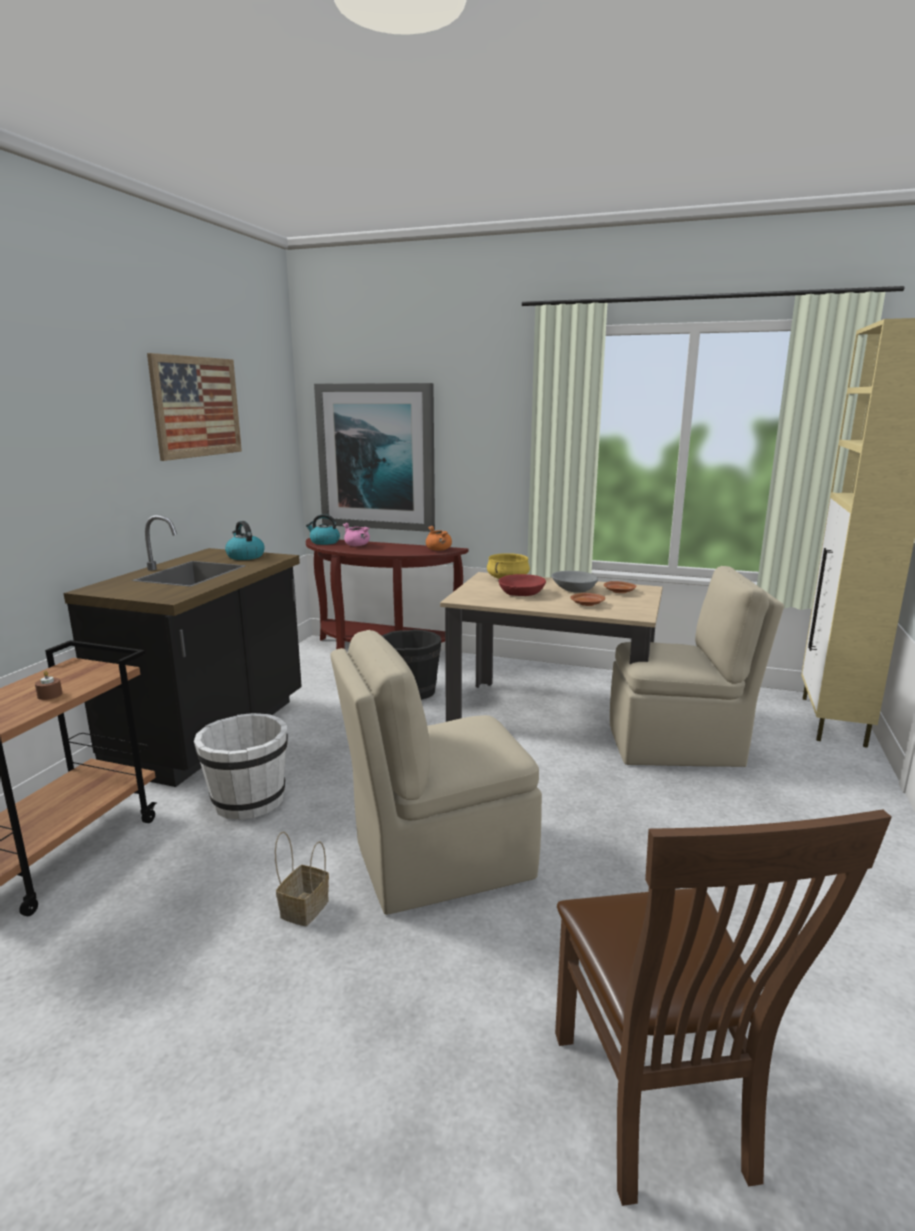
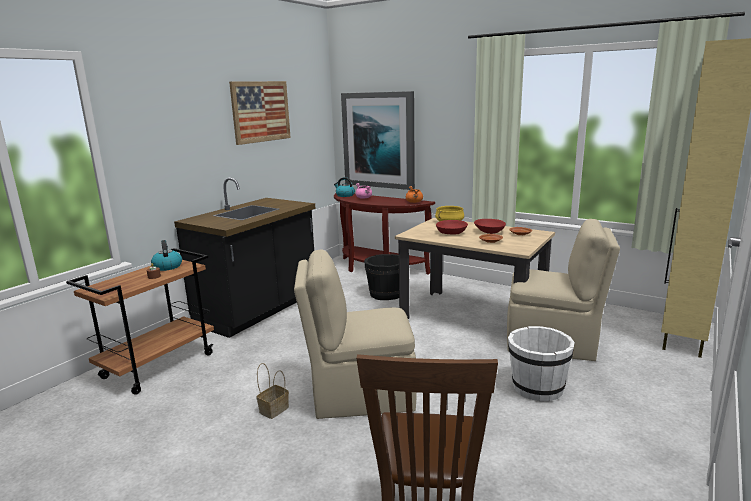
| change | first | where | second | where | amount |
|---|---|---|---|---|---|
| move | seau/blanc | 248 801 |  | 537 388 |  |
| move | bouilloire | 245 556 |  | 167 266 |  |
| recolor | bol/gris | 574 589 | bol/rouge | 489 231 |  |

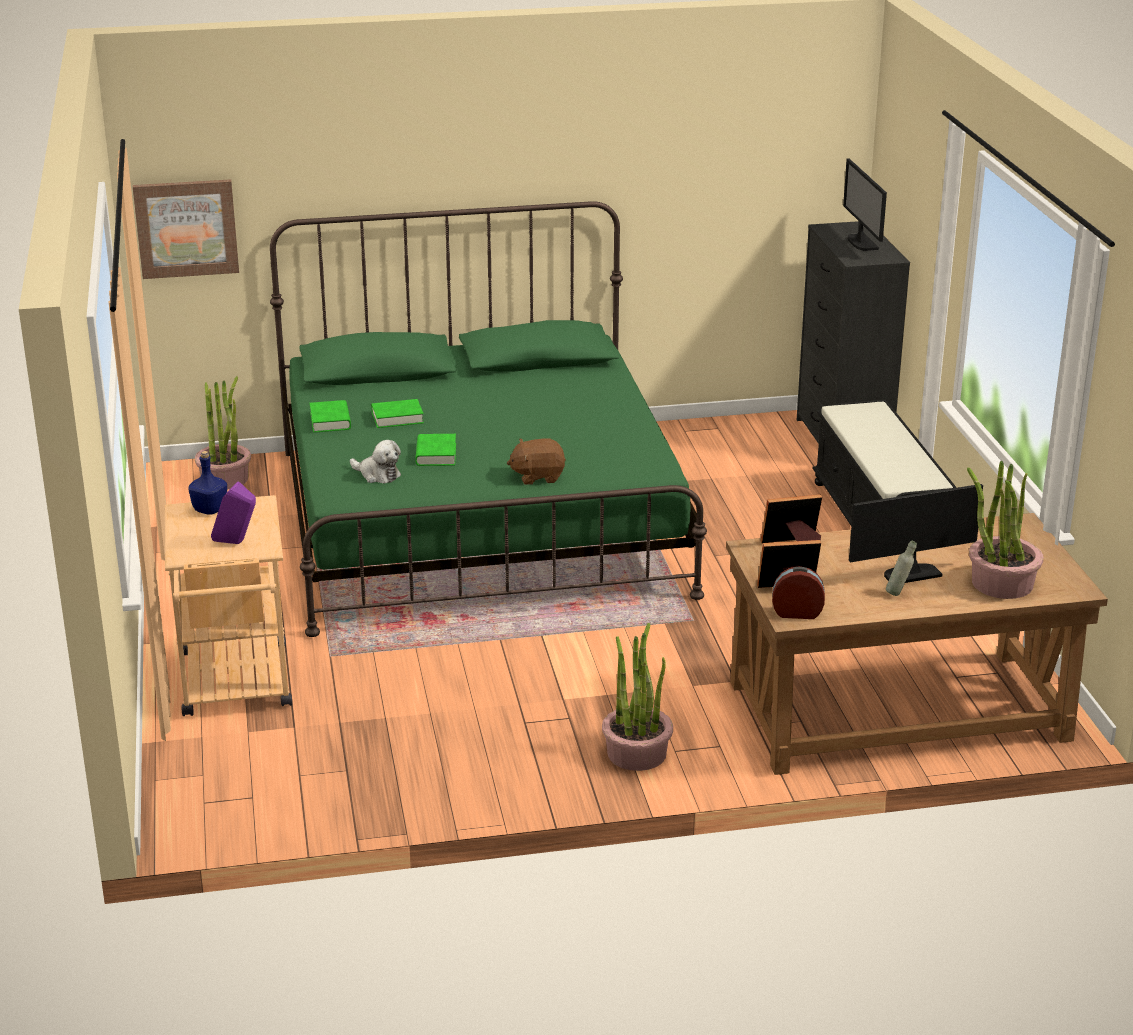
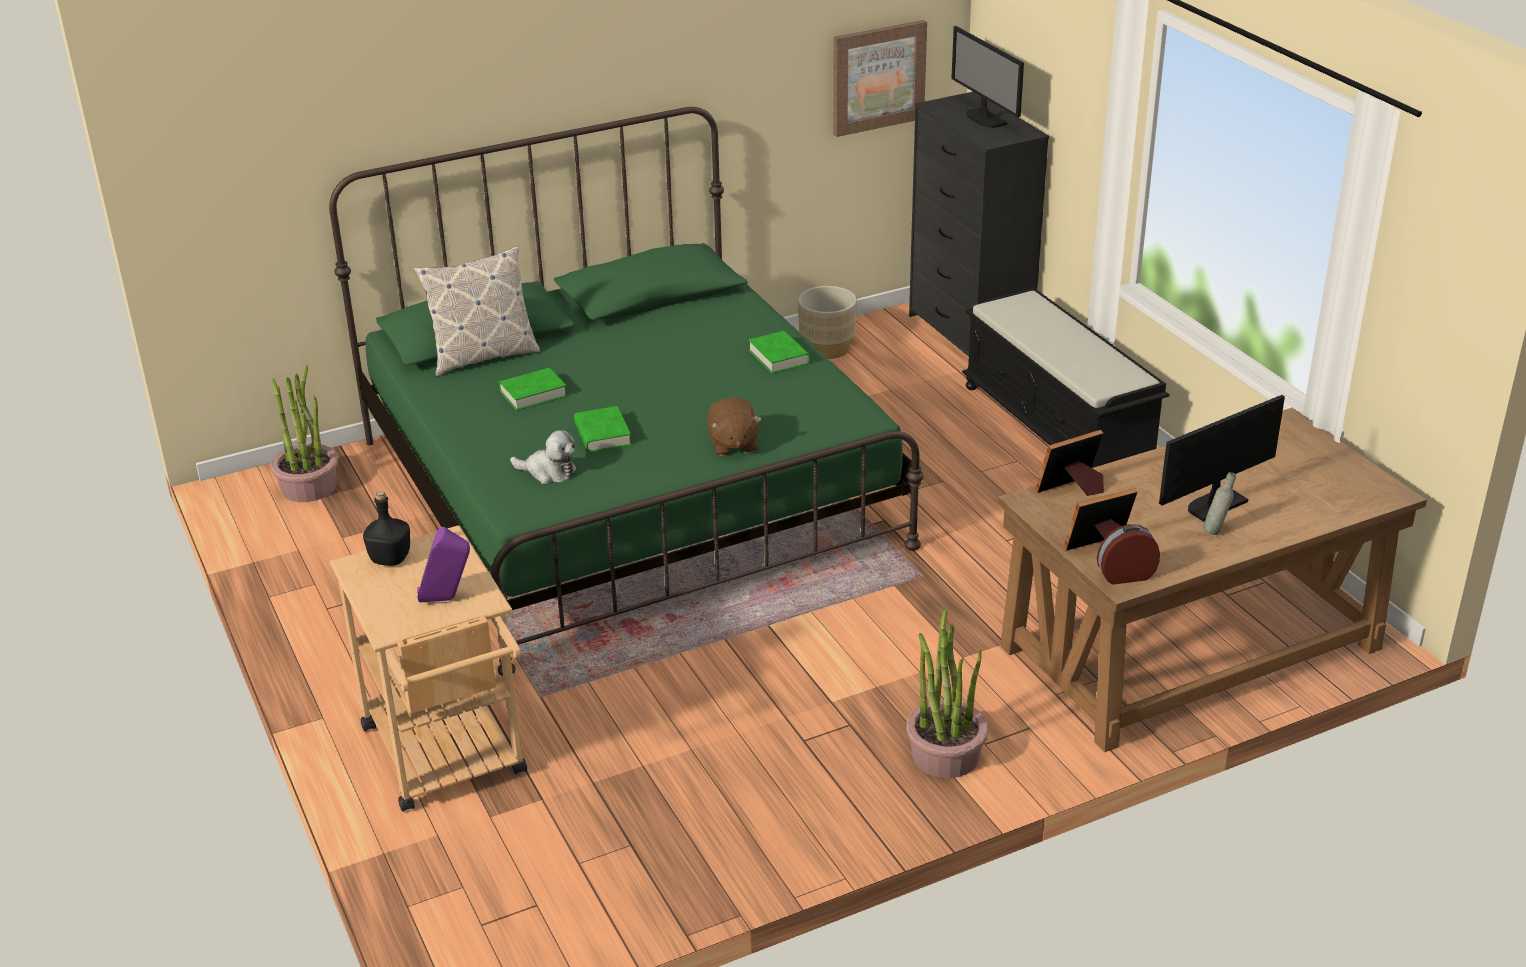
| change | first | where | second | where | amount |
|---|---|---|---|---|---|
| move | tableau | 186 228 |  | 878 77 |  |
| recolor | bouteille/bleu | 210 510 | bouteille/noir | 391 559 |  |
| move | livre/vert | 330 421 |  | 779 357 |  |
| rotate | peluche/marron | 537 476 |  | 733 444 | 75 degrees counterclockwise |
| delete | plante en pot | 1001 583 |  |  |  |
| insert |  |  | coussin | 483 356 |  |
| insert |  |  | cache-pot/beige | 827 348 |  |

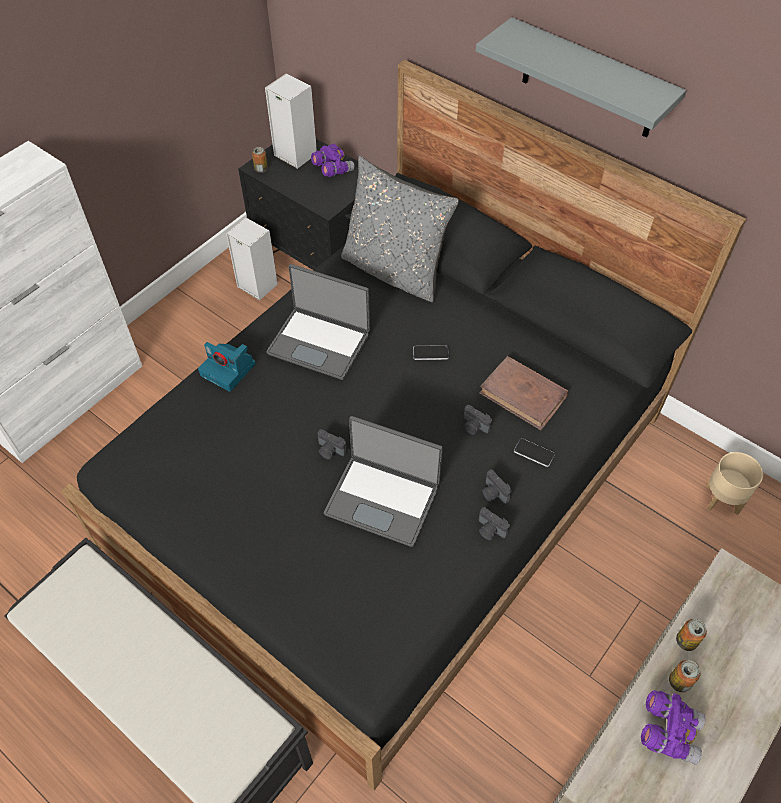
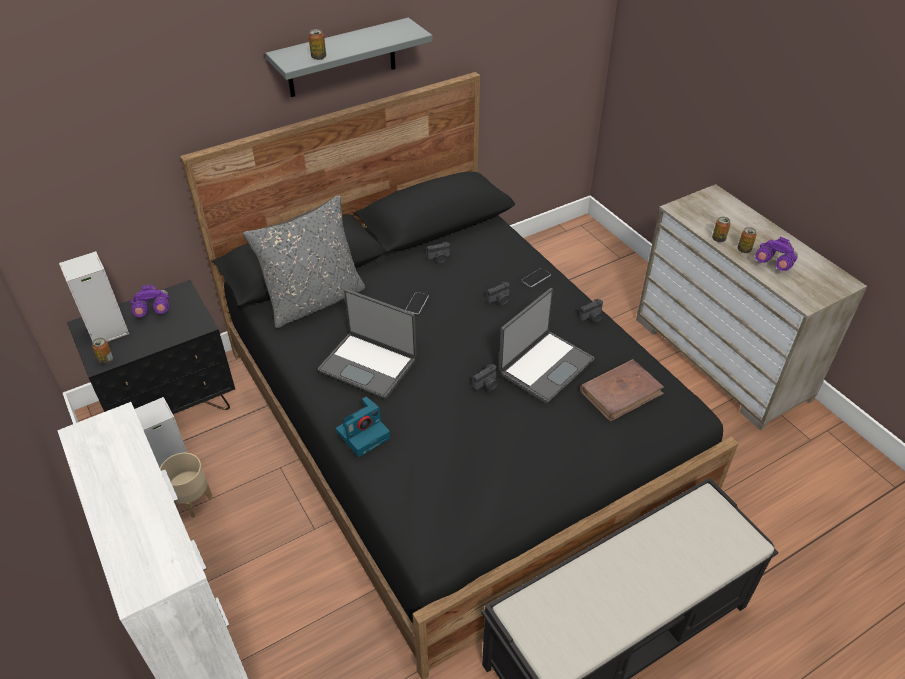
| change | first | where | second | where | amount |
|---|---|---|---|---|---|
| rotate | ordinateur portable | 320 343 |  | 369 365 | 75 degrees clockwise |
| move | livre/marron | 523 395 |  | 621 392 |  |
| move | appareil photo | 493 494 |  | 439 259 |  |
| move | cache-pot/beige | 722 500 |  | 193 501 |  |
| insert |  |  | boîte métallique | 318 57 |  |

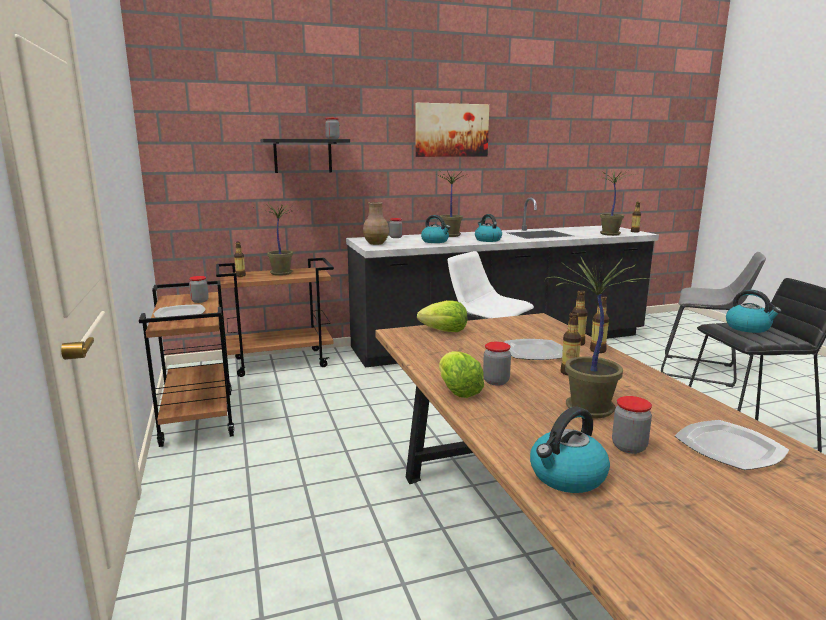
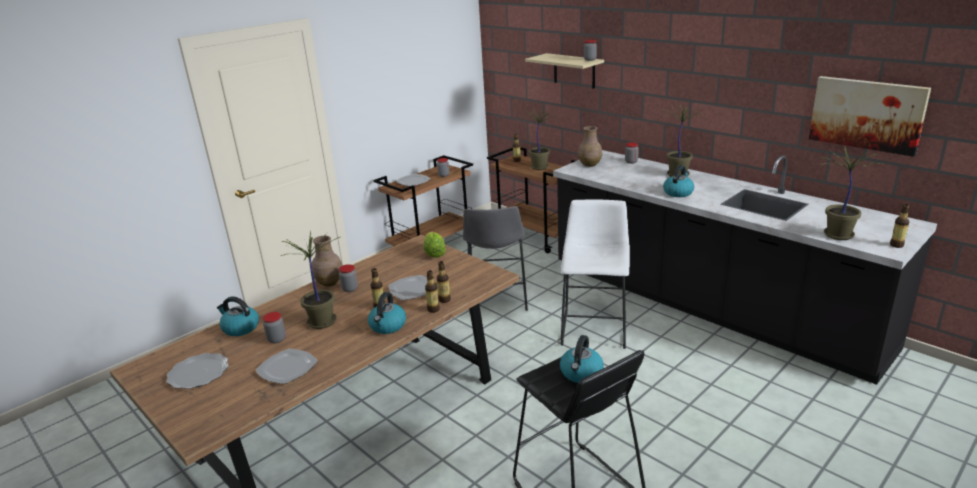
| change | first | where | second | where | amount |
|---|---|---|---|---|---|
| recolor | étagère/noir | 303 156 | étagère/beige | 574 70 |  |
| move | tableau | 451 130 |  | 867 114 |  |
| move | bouilloire | 435 241 |  | 388 326 |  |
| replace | laitue | 457 391 | vase/marron | 329 282 |  |
| move | tabouret/gris | 703 372 |  | 497 299 |  |
| insert |  |  | assiette | 198 373 |  |

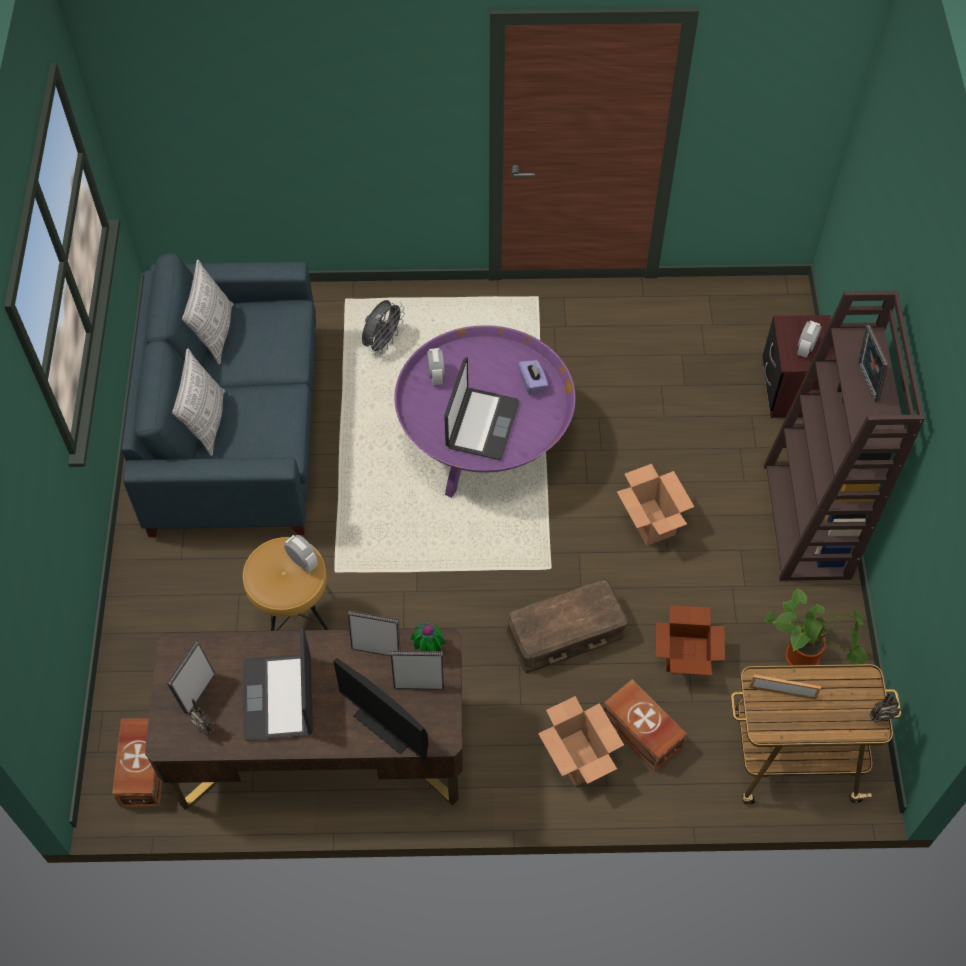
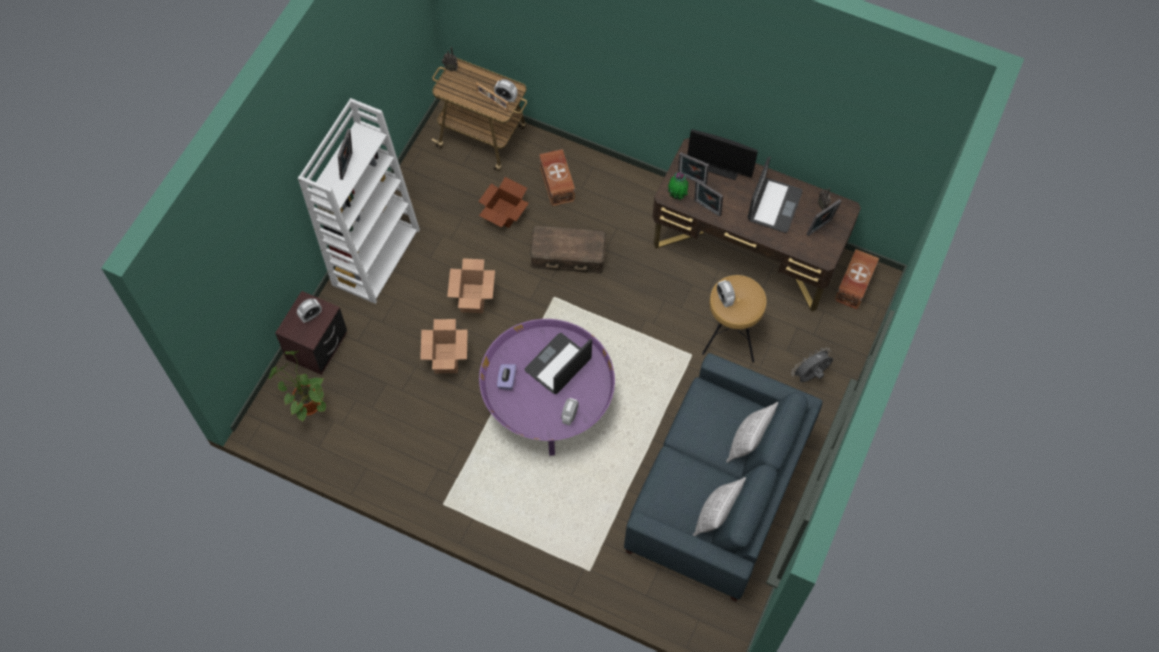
| change | first | where | second | where | amount |
|---|---|---|---|---|---|
| rotate | écran d'ordinateur | 386 724 |  | 719 167 | 135 degrees clockwise |
| move | ventilateur/gris | 382 342 |  | 810 376 |  |
| move | carton | 578 758 |  | 446 358 |  |
| recolor | bibliothèque/marron | 808 522 | bibliothèque/blanc | 375 256 |  |
| move | plante en pot | 806 657 |  | 305 404 |  |
| insert |  |  | réveil | 506 97 |  |

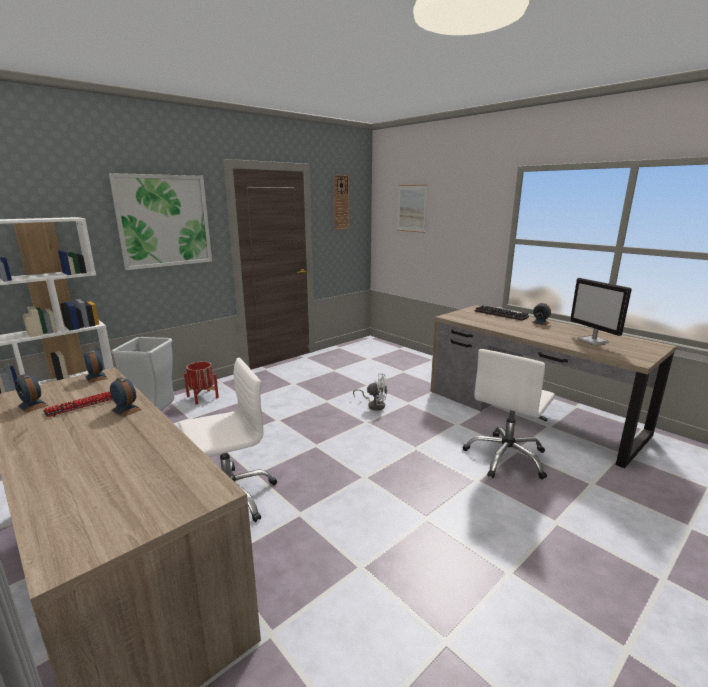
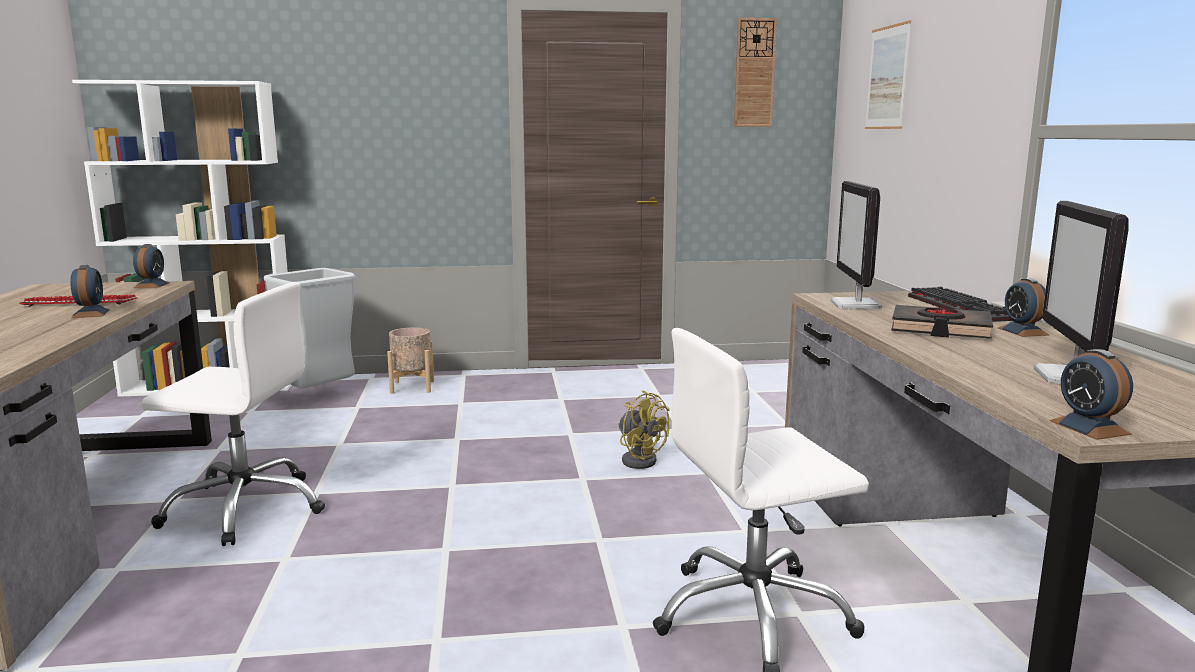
| change | first | where | second | where | amount |
|---|---|---|---|---|---|
| move | réveil | 32 405 |  | 1089 427 |  |
| delete | tableau | 164 221 |  |  |  |
| recolor | cache-pot/rouge | 202 397 | cache-pot/beige | 412 387 |  |
| recolor | ventilateur/blanc | 374 405 | ventilateur/jaune | 639 459 |  |
| insert |  |  | écran d'ordinateur | 856 305 |  |
| insert |  |  | livre/noir | 940 329 |  |

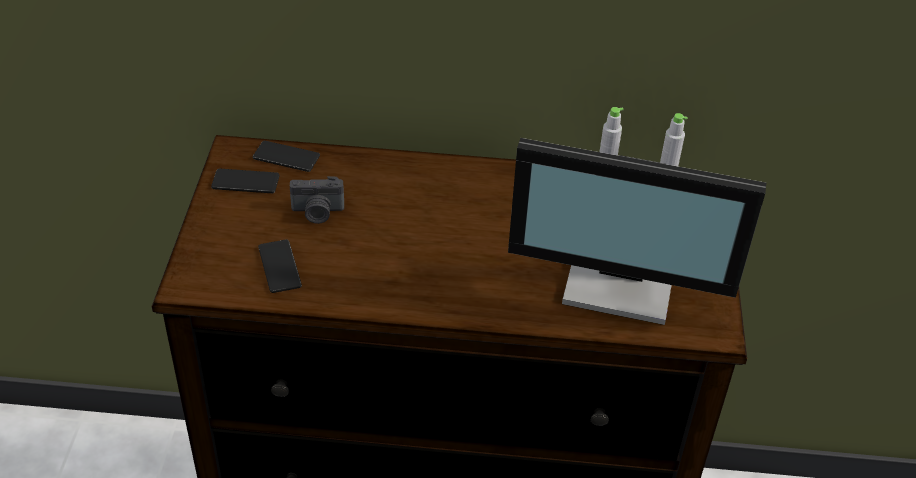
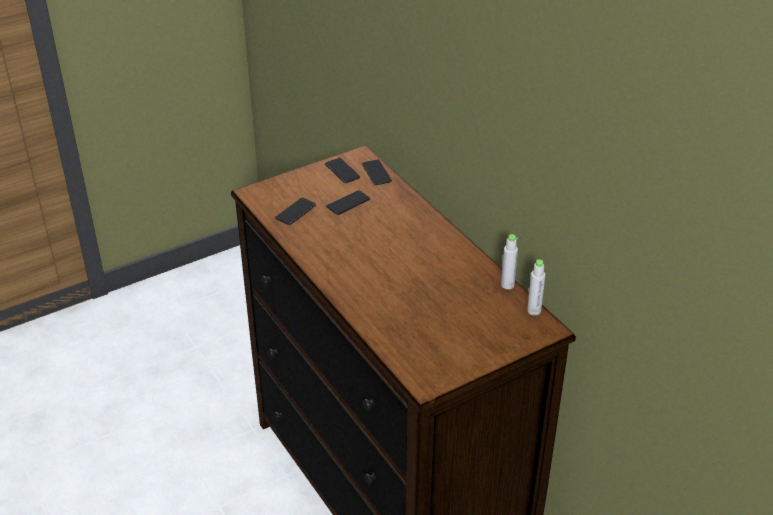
| change | first | where | second | where | amount |
|---|---|---|---|---|---|
| replace | appareil photo | 317 212 | téléphone | 348 203 |  |
| delete | écran d'ordinateur | 621 283 |  |  |  |

